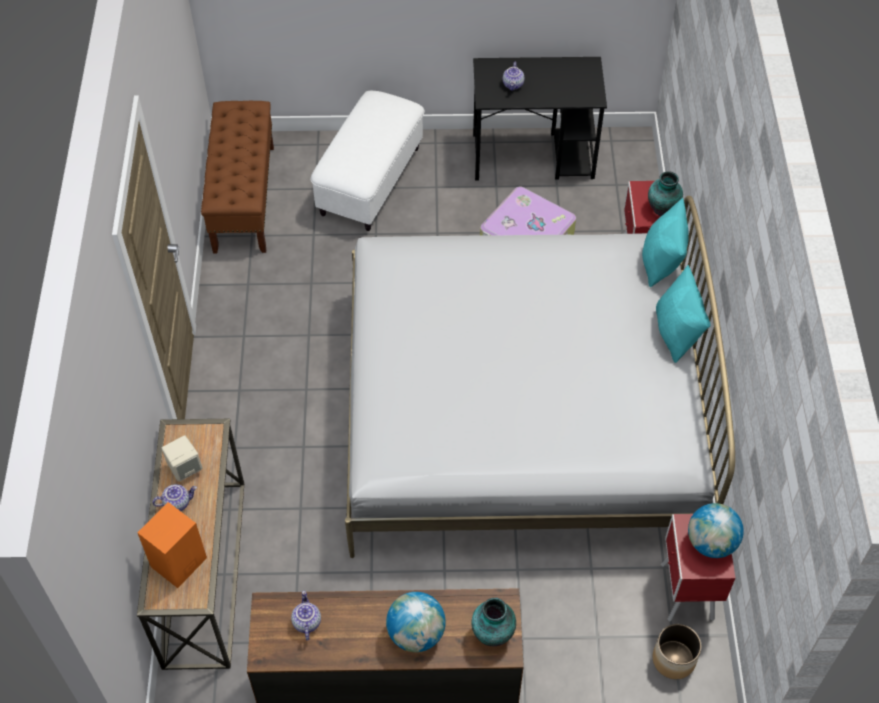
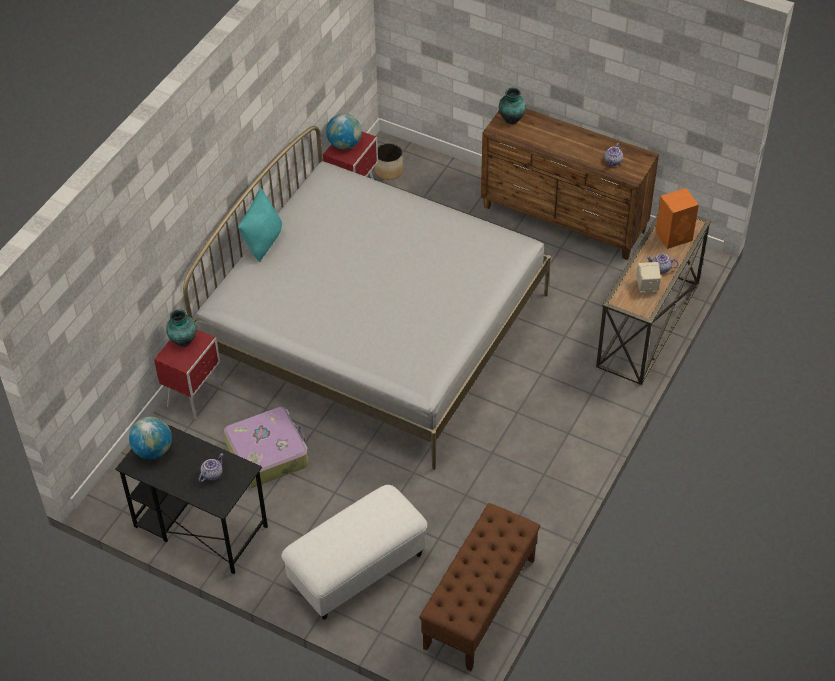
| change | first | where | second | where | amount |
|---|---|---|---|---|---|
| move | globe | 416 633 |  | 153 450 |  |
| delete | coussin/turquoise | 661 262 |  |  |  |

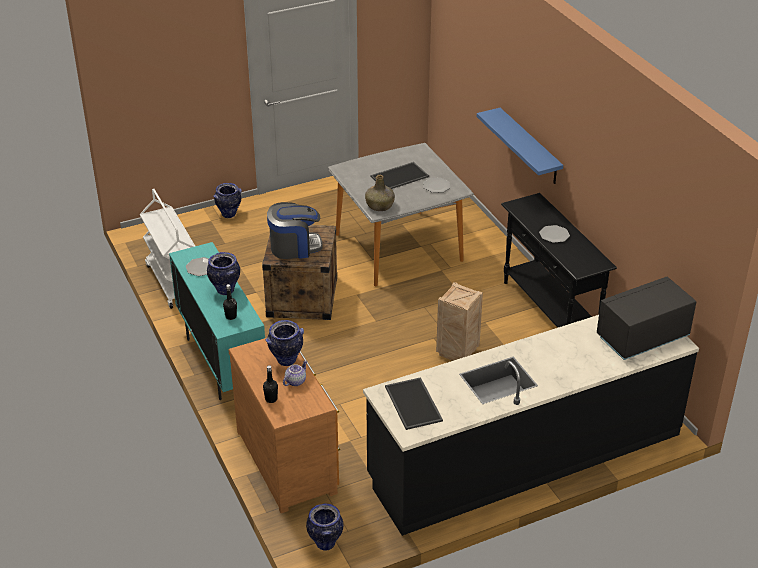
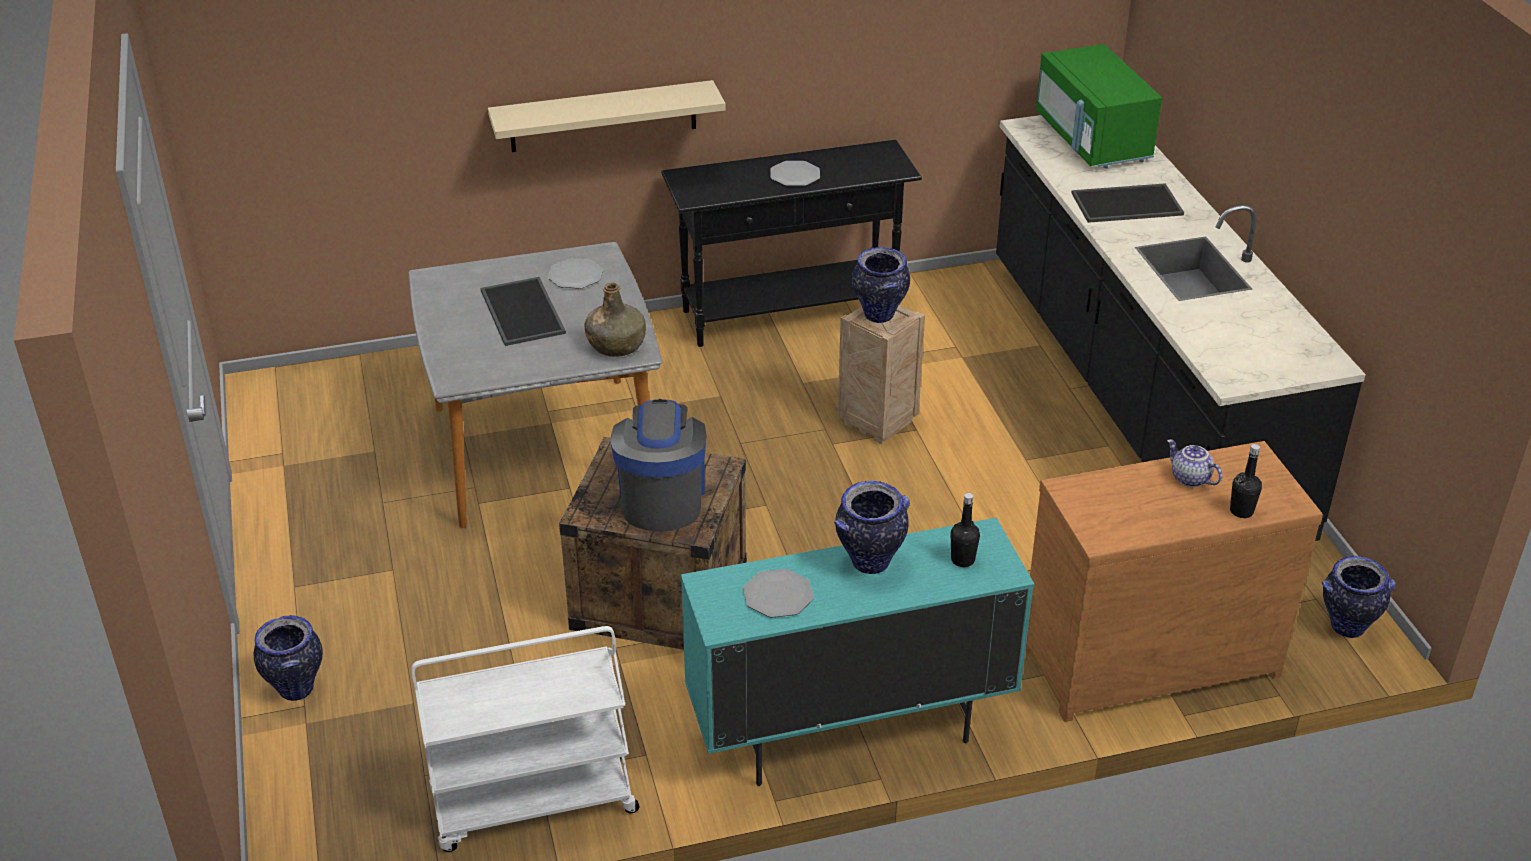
| change | first | where | second | where | amount |
|---|---|---|---|---|---|
| move | vase | 286 361 |  | 879 316 |  |
| move | plateau | 414 404 |  | 1127 203 |  |
| recolor | étagère/bleu | 529 147 | étagère/beige | 603 116 |  |
| recolor | micro-ondes/noir | 642 337 | micro-ondes/vert | 1092 139 |  |

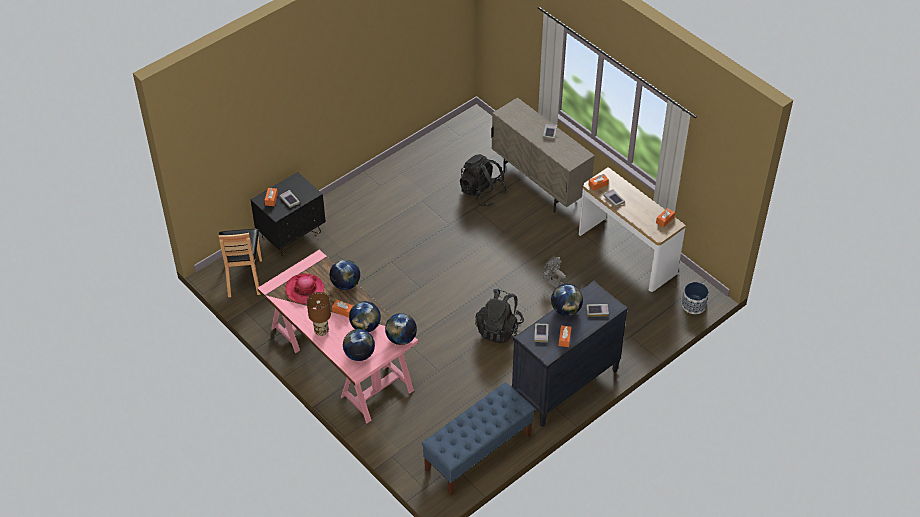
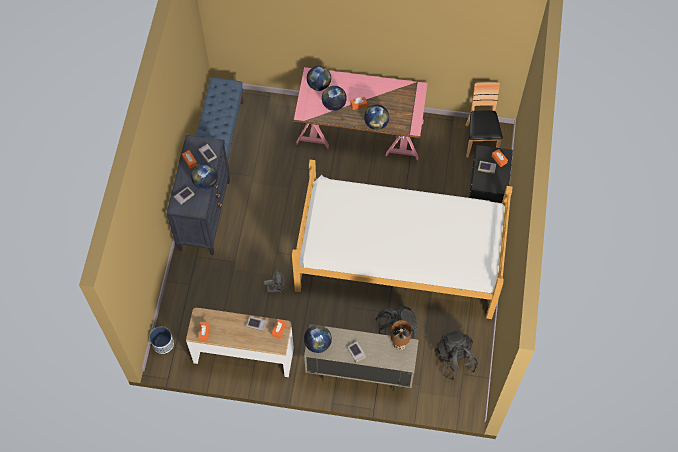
| change | first | where | second | where | amount |
|---|---|---|---|---|---|
| rotate | chaise/marron | 244 277 |  | 480 141 | 45 degrees clockwise |
| delete | chapeau | 305 290 |  |  |  |
| move | lampe de table/marron | 321 331 |  | 399 344 |  |
| move | globe | 401 339 |  | 318 343 |  |
| move | sac à dos/noir | 499 329 |  | 454 359 |  |
| insert |  |  | lit | 399 259 |  |

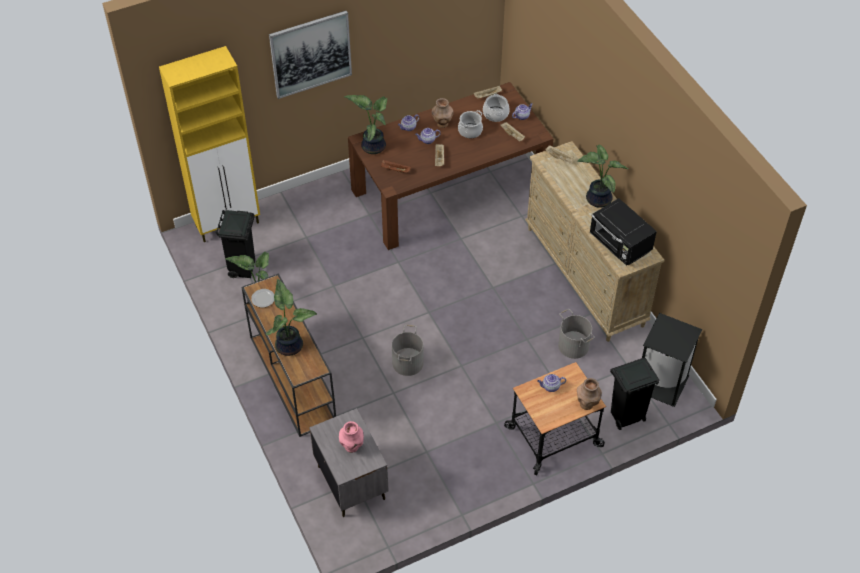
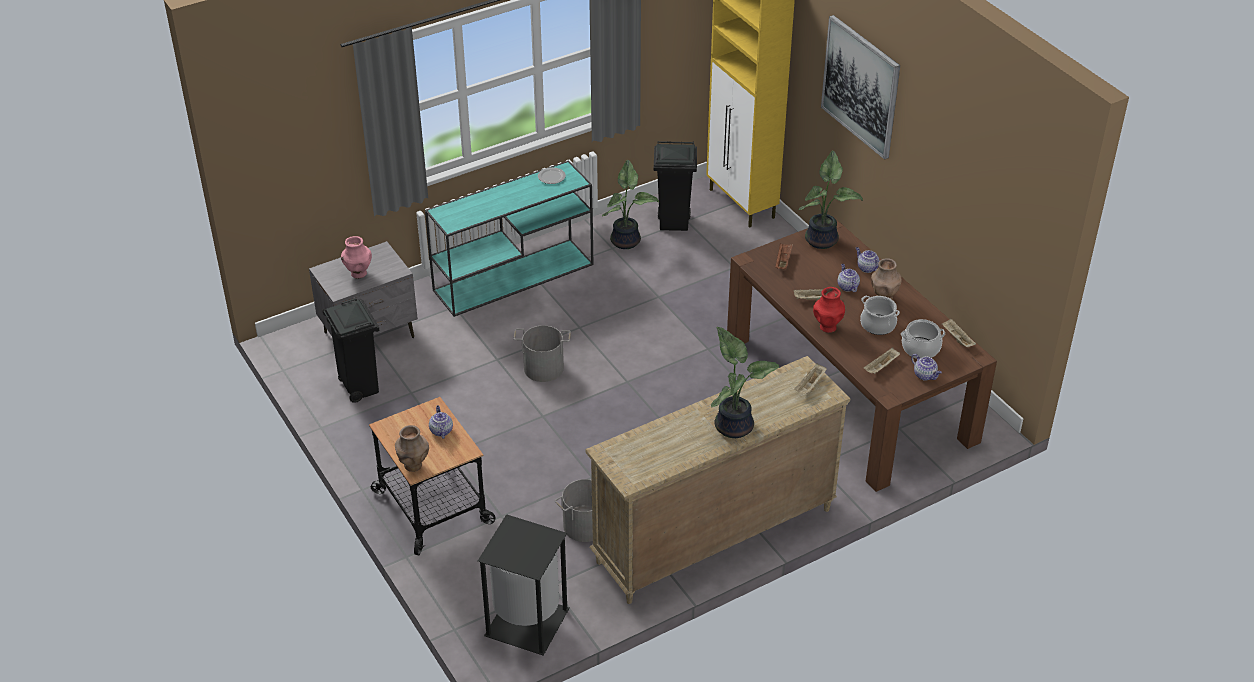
| change | first | where | second | where | amount |
|---|---|---|---|---|---|
| recolor | table console/marron | 291 378 | table console/turquoise | 515 276 |  |
| delete | plante en pot | 290 345 |  |  |  |
| delete | micro-ondes/noir | 620 245 |  |  |  |
| move | poubelle/noir | 626 417 |  | 359 388 |  |
| insert |  |  | vase/rouge | 827 327 |  |

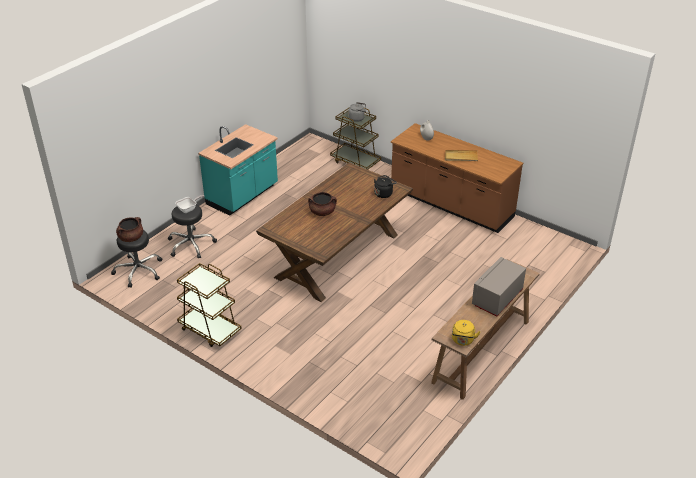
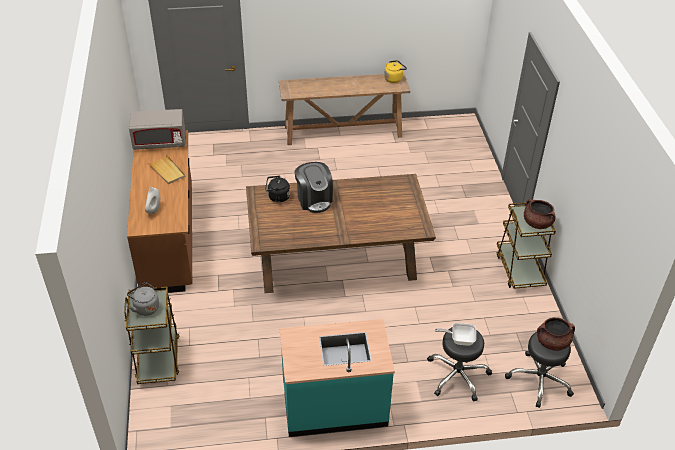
| change | first | where | second | where | amount |
|---|---|---|---|---|---|
| move | marmite/marron | 322 212 |  | 537 223 |  |
| move | micro-ondes/gris | 497 298 |  | 160 142 |  |
| insert |  |  | machine à café | 314 199 |  |

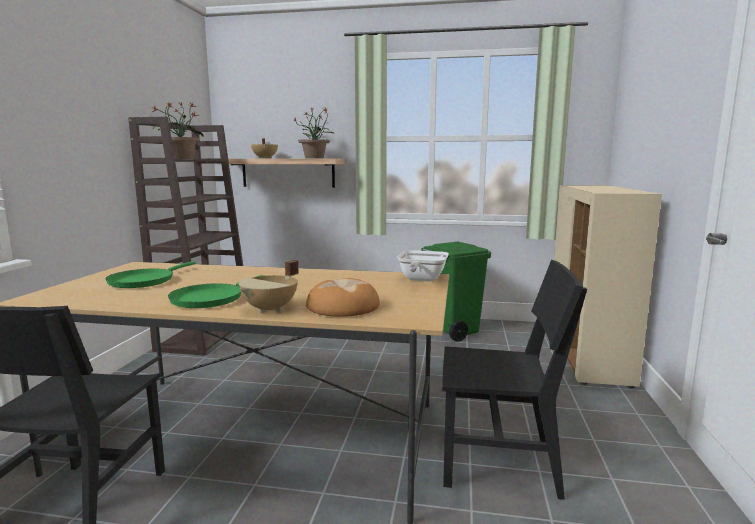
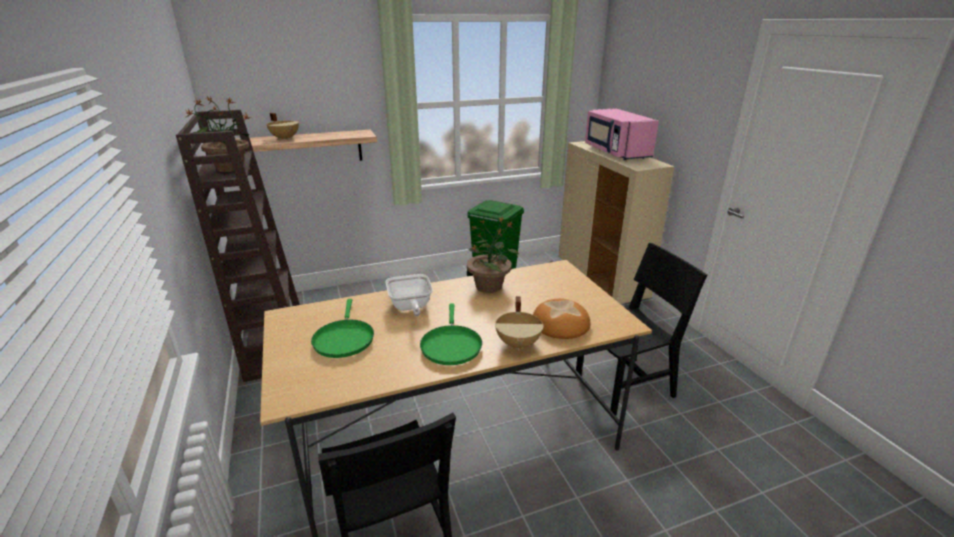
| change | first | where | second | where | amount |
|---|---|---|---|---|---|
| move | plante en pot | 315 158 |  | 489 286 |  |
| move | poêle | 421 280 |  | 410 307 |  |
| insert |  |  | micro-ondes/rose | 615 152 |  |

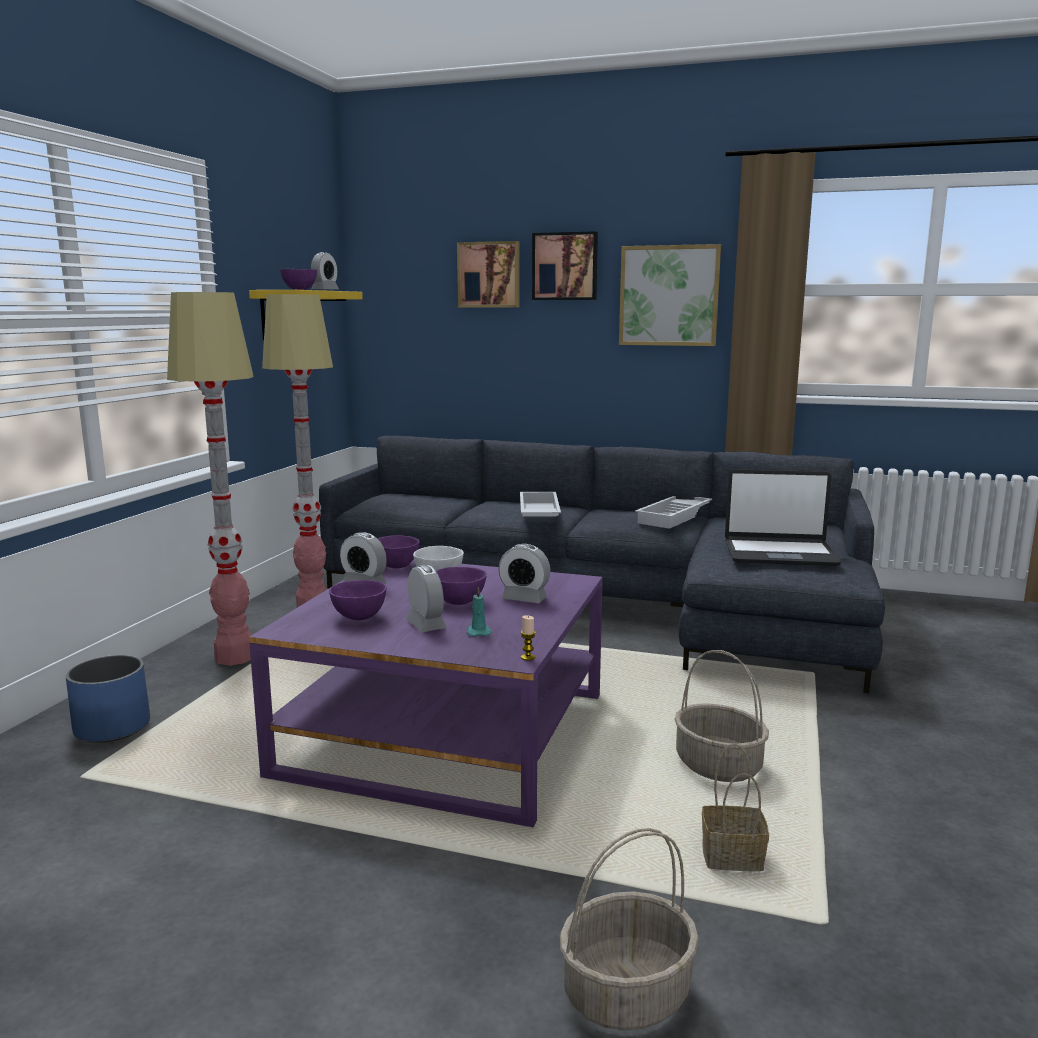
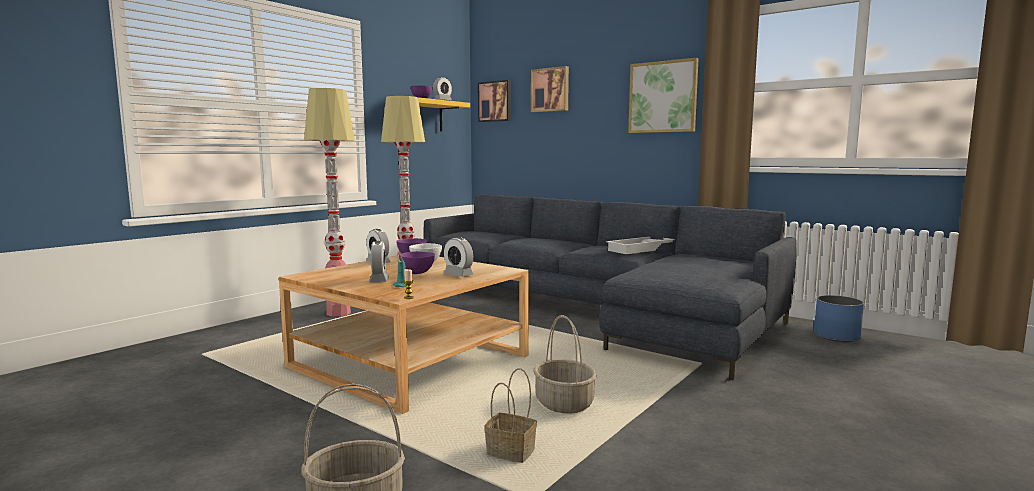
| change | first | where | second | where | amount |
|---|---|---|---|---|---|
| move | cache-pot/bleu | 113 727 |  | 837 336 |  |
| recolor | table basse/violet | 446 733 | table basse/beige | 410 362 |  |
| delete | bol/violet | 359 618 |  |  |  |
| delete | plateau/blanc | 537 513 |  |  |  |
| move | tableau | 565 266 |  | 495 101 |  |
| delete | ordinateur portable | 779 553 |  |  |  |

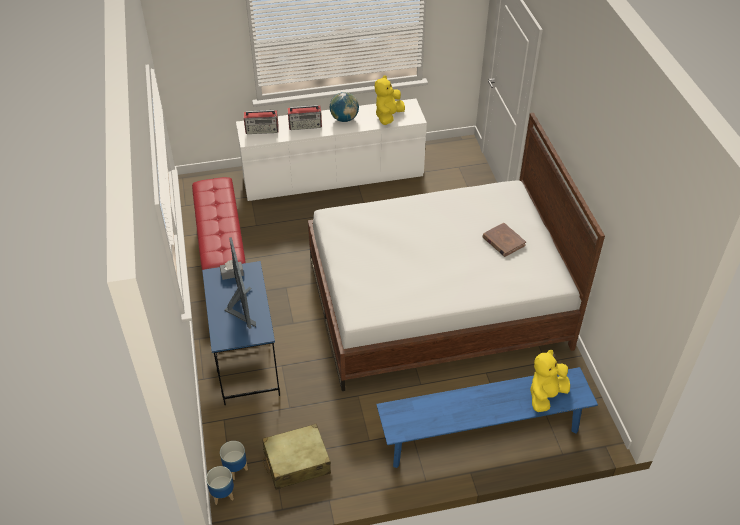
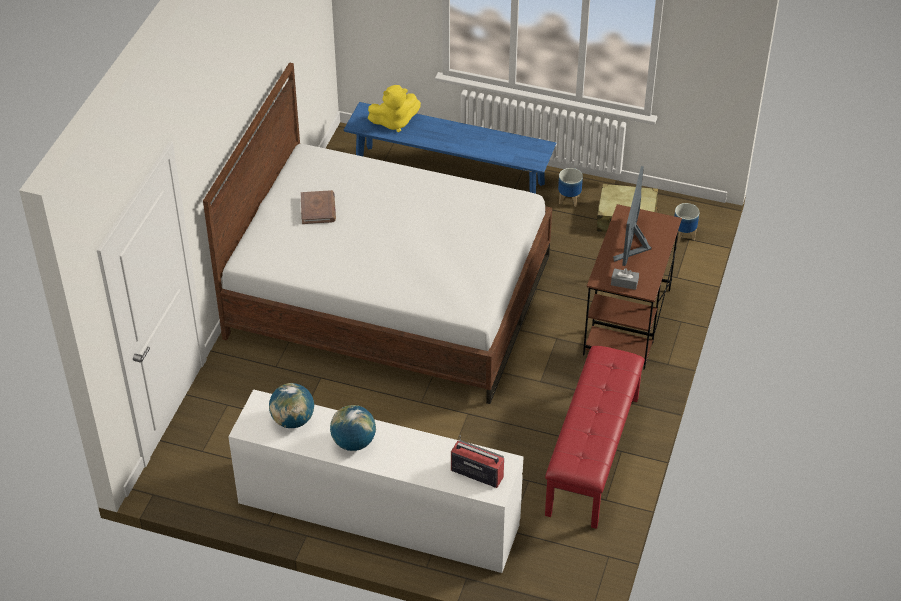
| change | first | where | second | where | amount |
|---|---|---|---|---|---|
| recolor | bureau/bleu | 246 359 | bureau/marron | 627 322 |  |
| move | cache-pot | 222 494 |  | 569 199 |  |
| delete | radio | 305 125 |  |  |  |
| replace | peluche/jaune | 388 116 | globe | 293 420 |  |

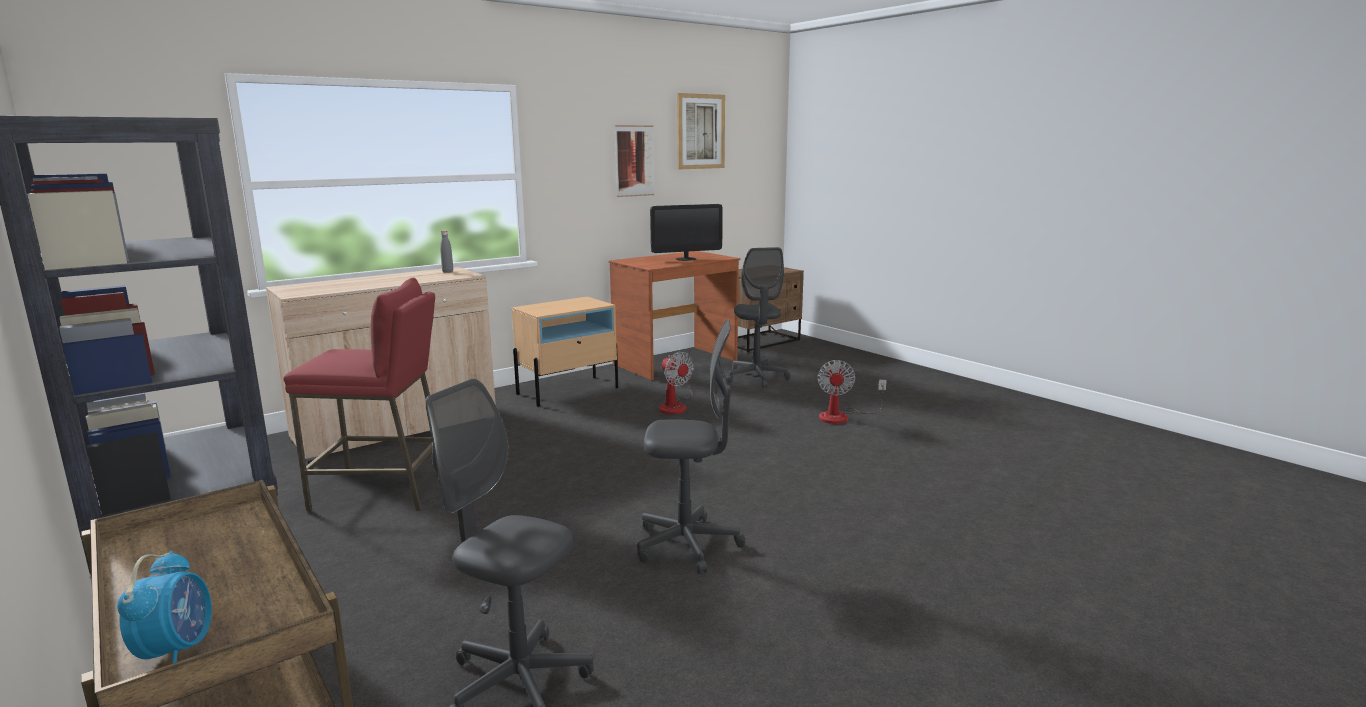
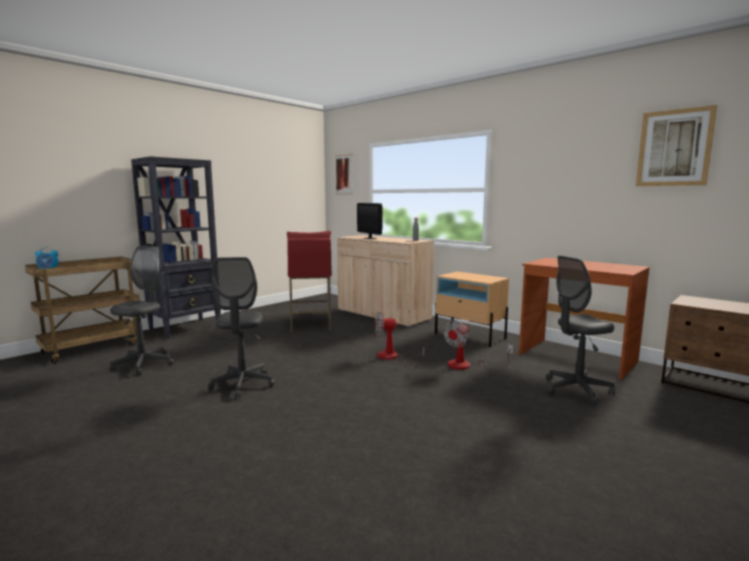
| change | first | where | second | where | amount |
|---|---|---|---|---|---|
| move | tableau | 634 161 |  | 344 174 |  |
| move | écran d'ordinateur | 686 259 |  | 370 238 |  |
| move | ventilateur | 842 416 |  | 393 358 |  |

